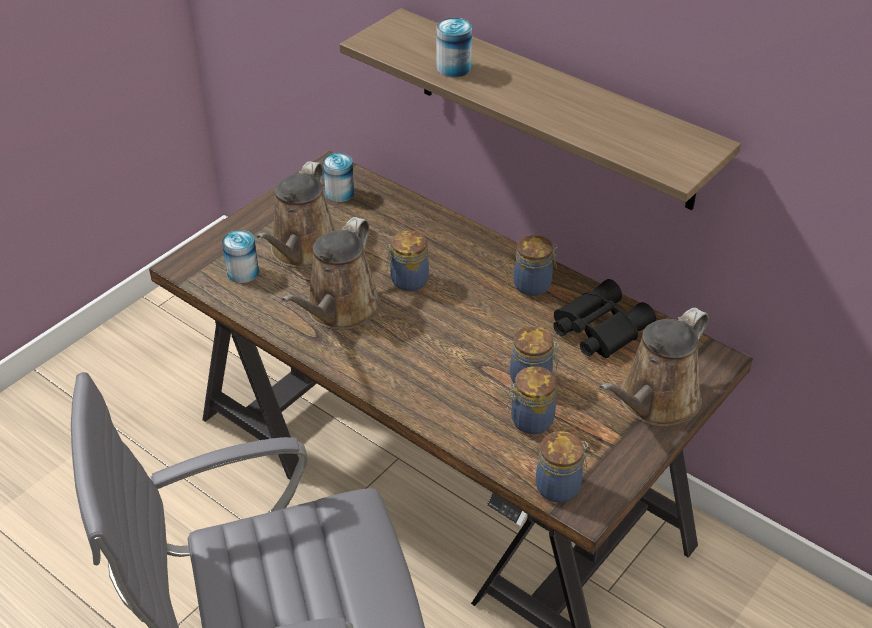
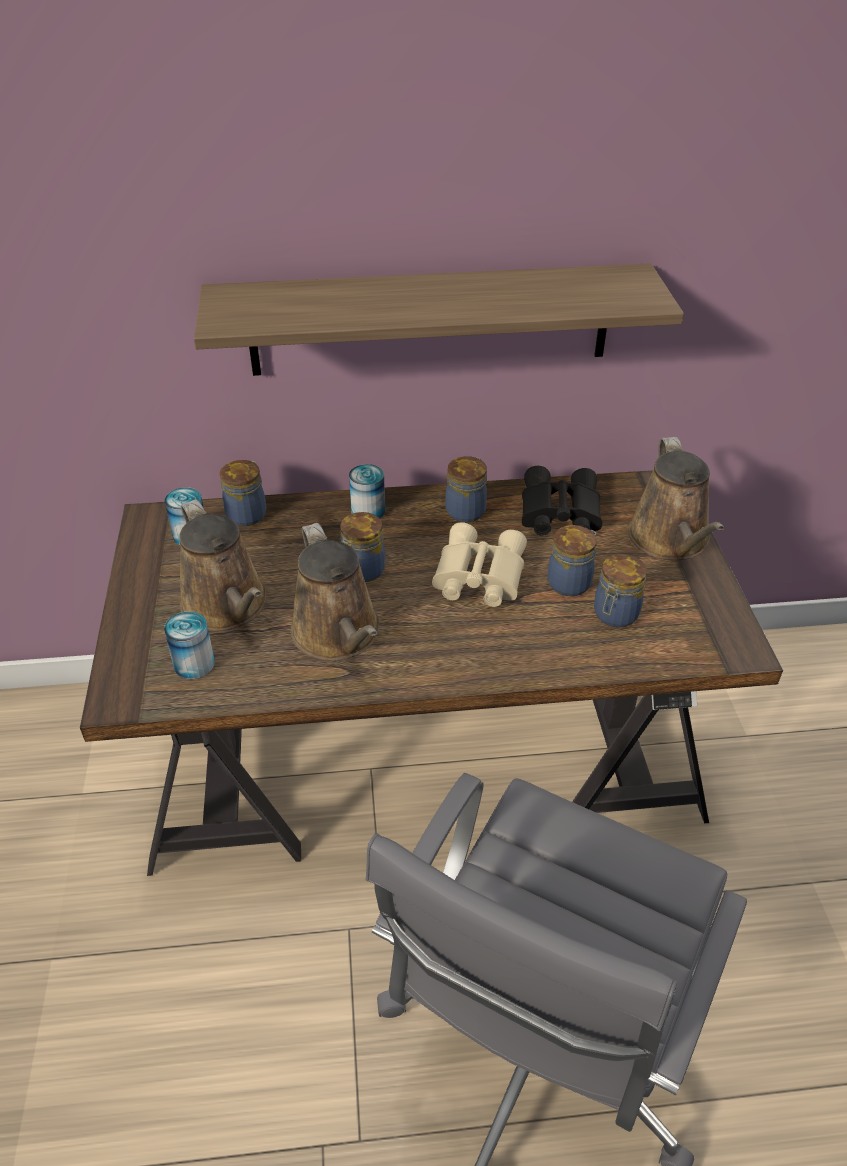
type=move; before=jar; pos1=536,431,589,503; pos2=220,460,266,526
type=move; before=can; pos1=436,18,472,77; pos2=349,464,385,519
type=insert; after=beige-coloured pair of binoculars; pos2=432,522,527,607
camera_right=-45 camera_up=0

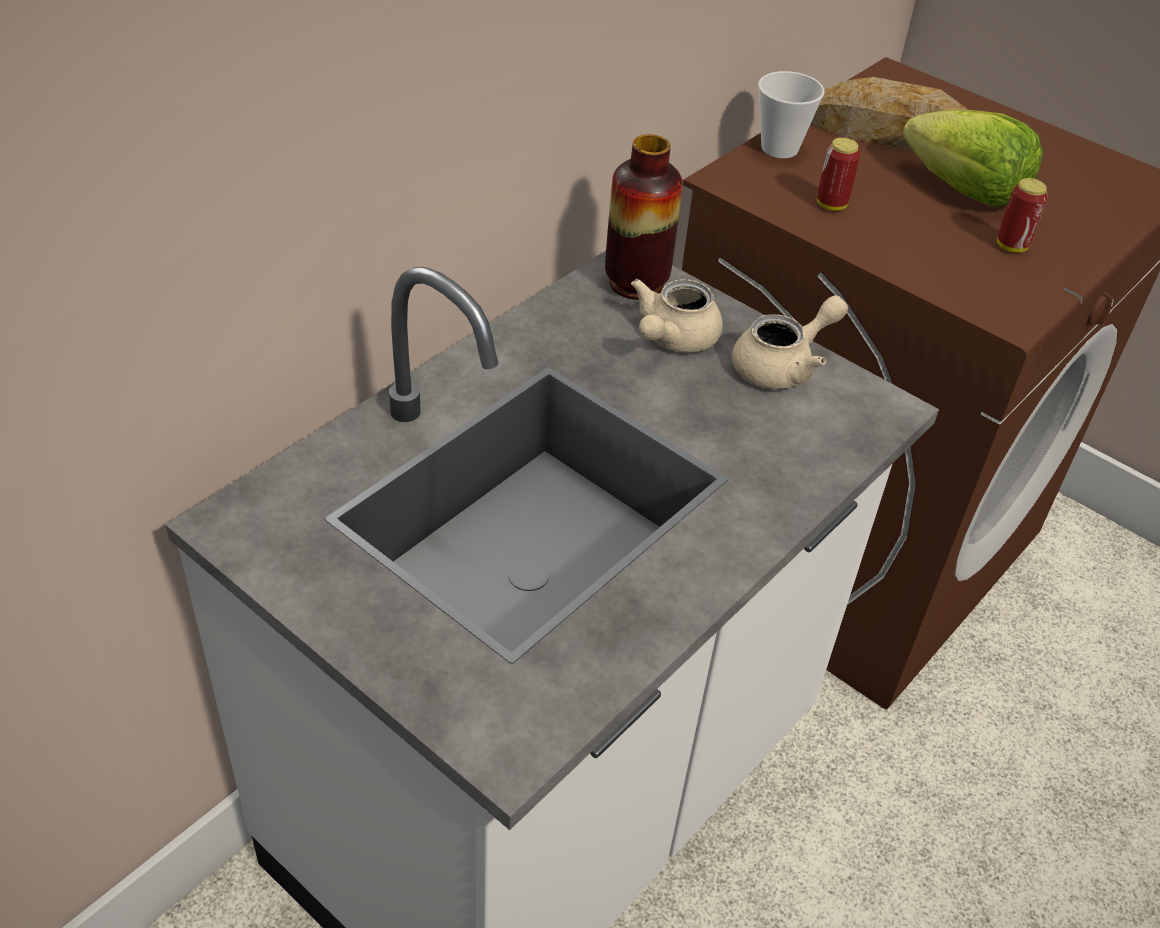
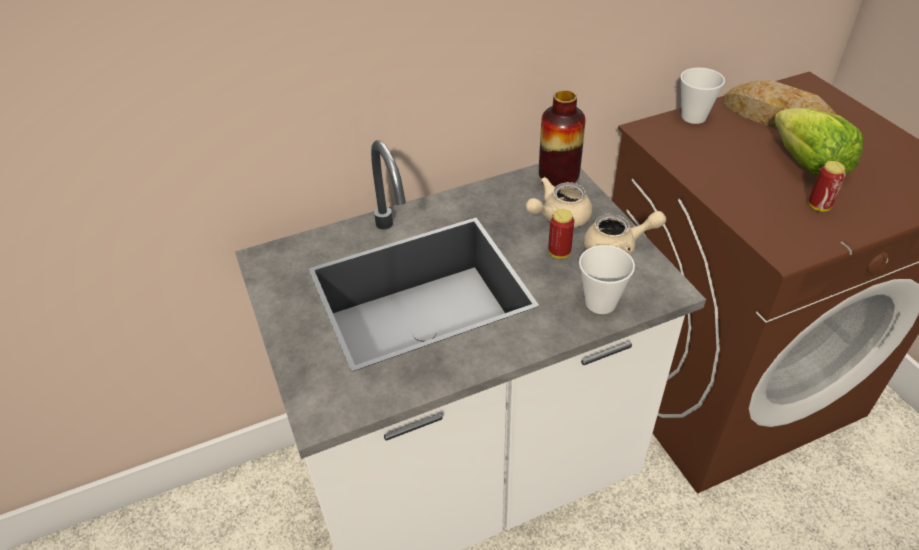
type=move; before=can; pos1=817,137,860,211; pos2=548,209,574,259
type=insert; after=drinking cup; pos2=579,245,635,314
camera_right=30 camera_up=0

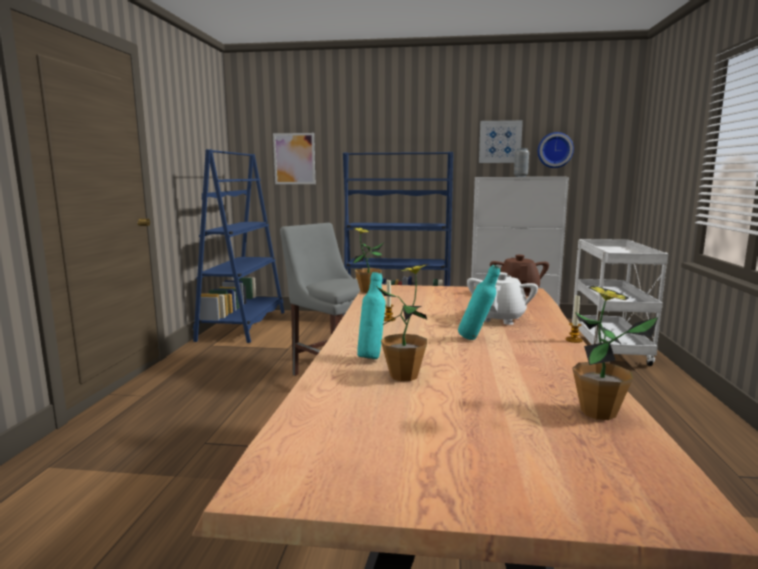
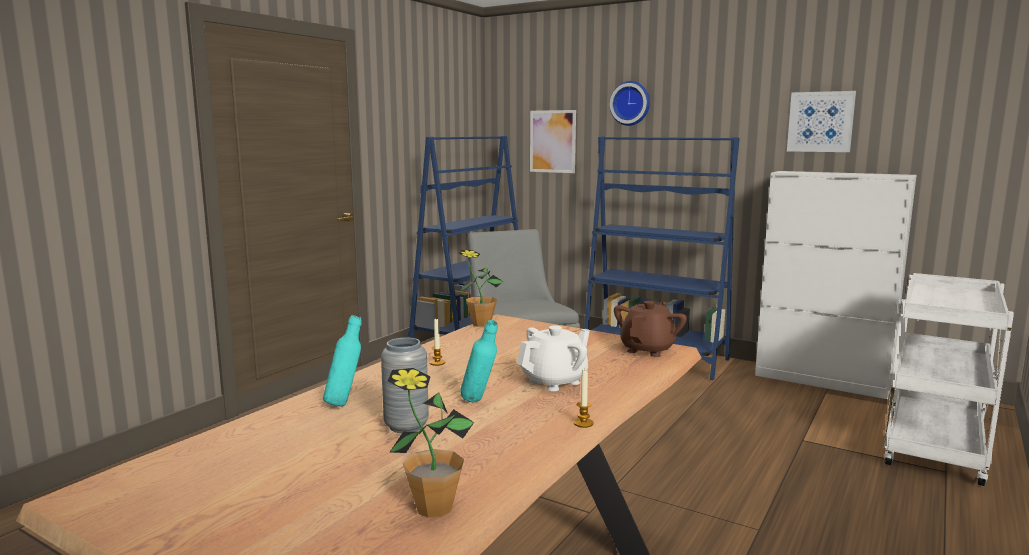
type=move; before=grey decorative vase; pos1=514,148,529,177; pos2=381,338,429,433
type=move; before=clock on the wall; pos1=538,132,574,168; pos2=609,81,650,126
type=delete; before=plant in a pot; pos1=375,264,430,382
camera_right=25 camera_up=0

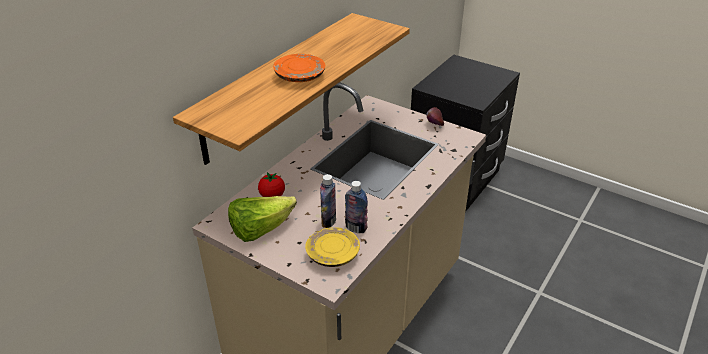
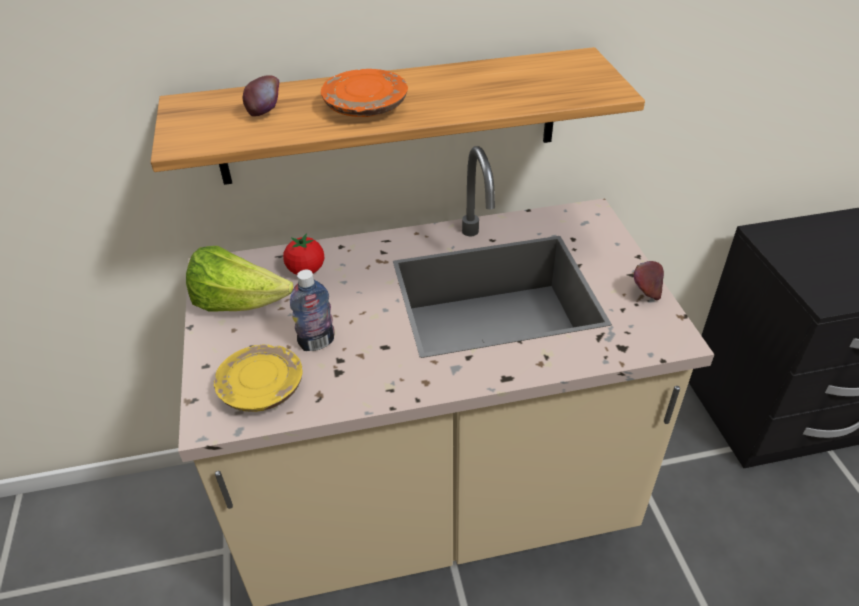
type=insert; after=whole apple; pos2=242,75,279,116
type=delete; before=bottle; pos1=345,181,368,233
camera_right=45 camera_up=5

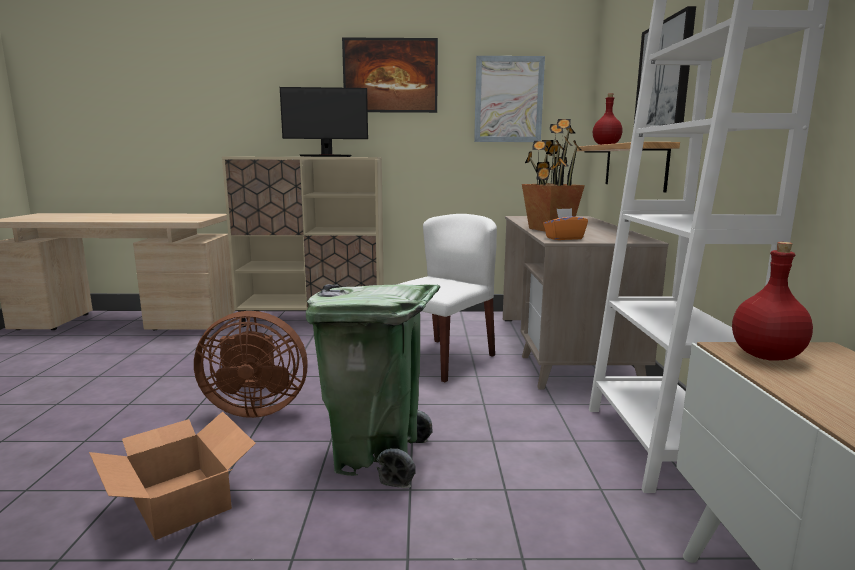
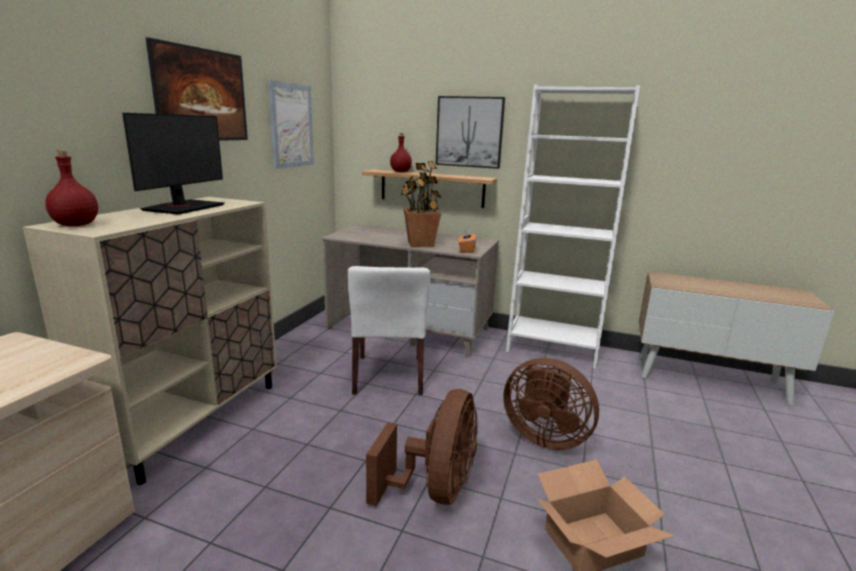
type=move; before=red-coloured bottle; pos1=732,242,813,361; pos2=45,150,98,226
type=rotate; before=white-coloured chair; pos1=396,214,497,382; pos2=348,266,430,395; turn=-150
type=replace; before=greenish trash can; after=brown-coloured fan; pos1=306,284,440,488; pos2=503,358,599,450
camera_right=-70 camera_up=5

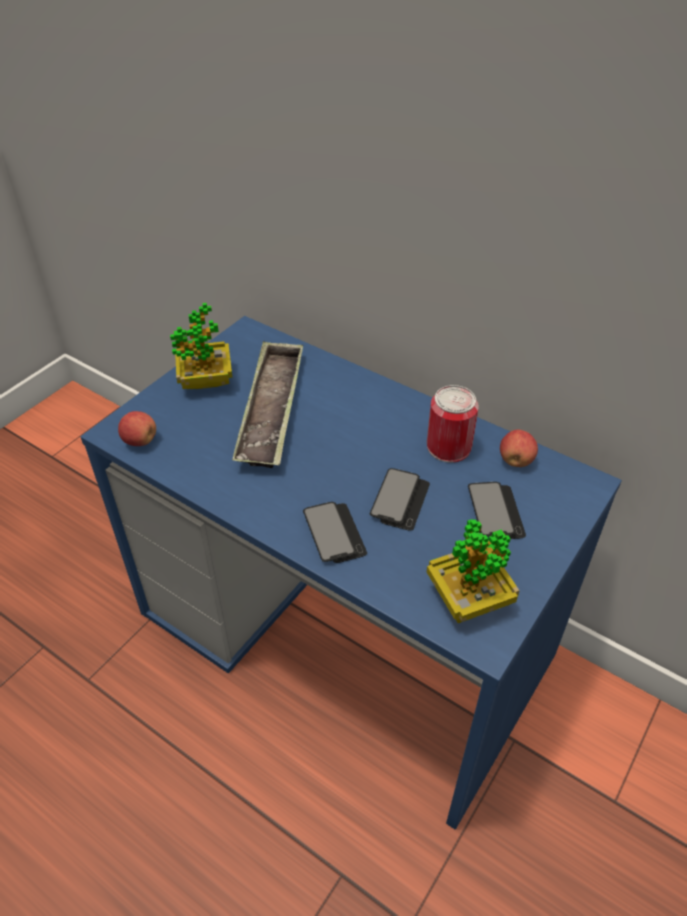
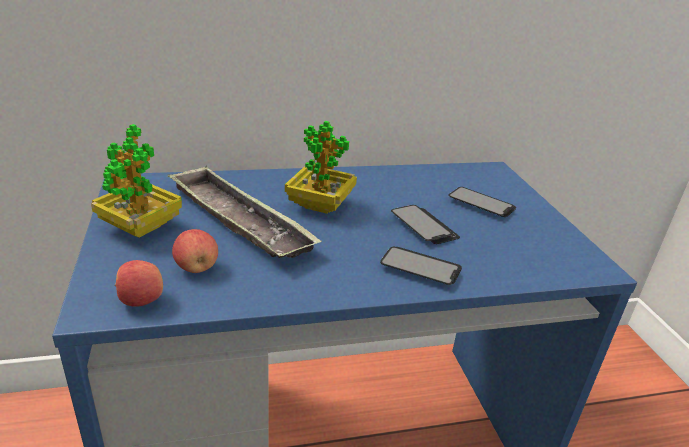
type=move; before=whole apple; pos1=500,430,538,467; pos2=172,229,218,273
type=move; before=plant in a pot; pos1=427,519,520,623; pos2=285,121,357,214
type=delete; before=can; pos1=427,385,479,463
camera_right=-50 camera_up=-15

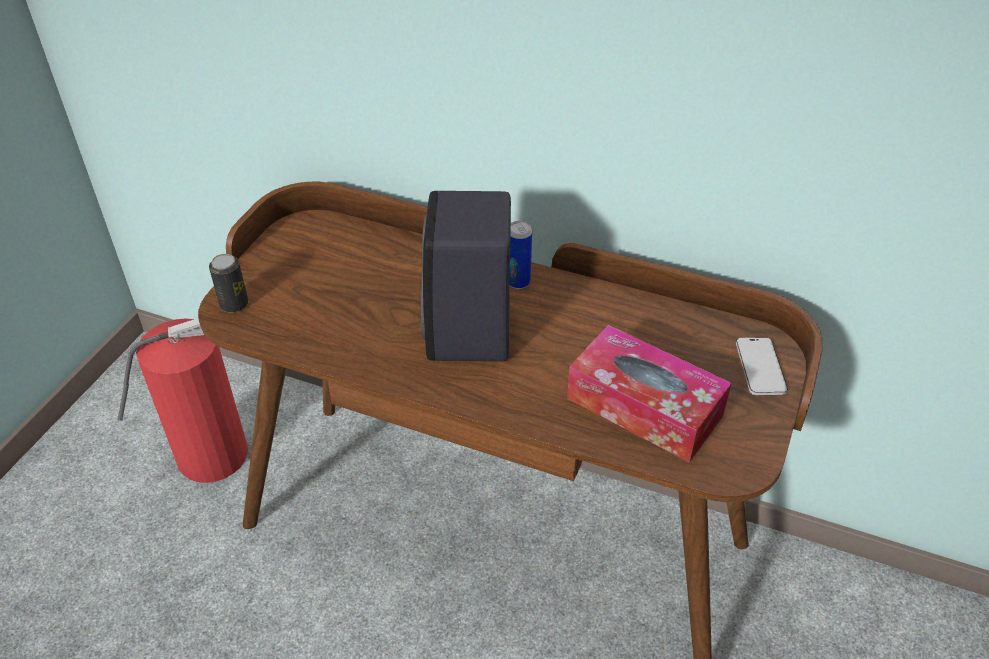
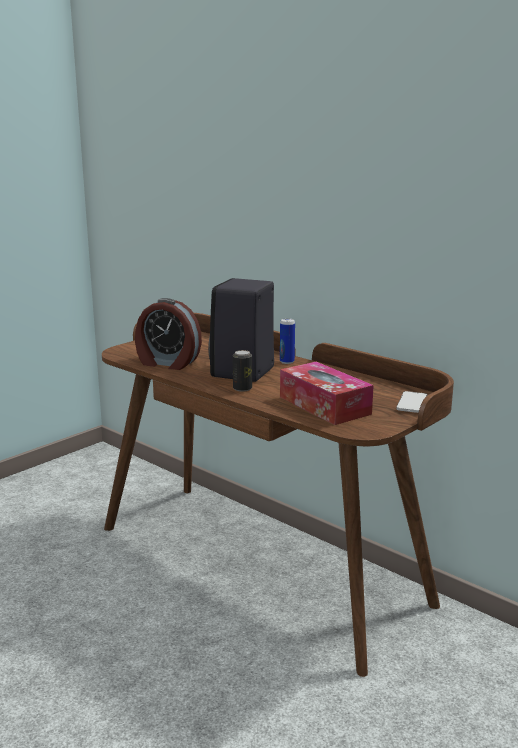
type=insert; after=bedside clock; pos2=135,298,202,370
type=move; before=can; pos1=209,254,248,313; pos2=233,350,252,392
type=delete; before=fire-fighting cylinder; pos1=118,318,248,483
camera_right=20 camera_up=-25

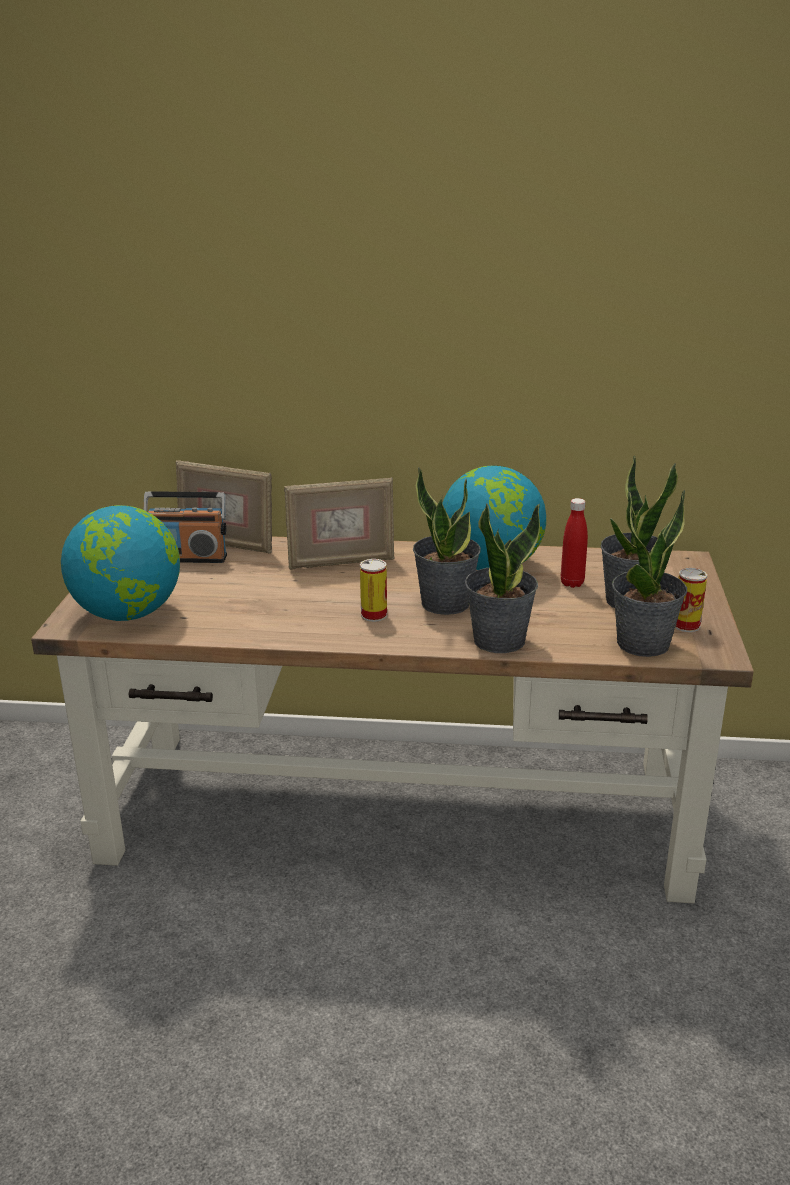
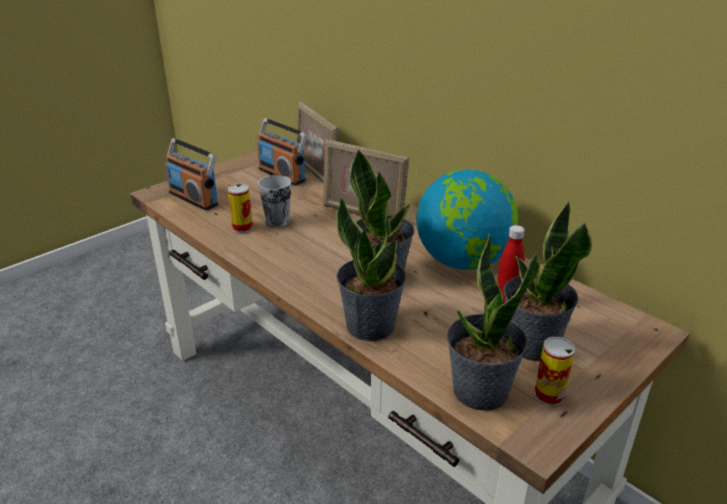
type=replace; before=desk globe; after=radio; pos1=61,505,180,621; pos2=165,138,218,210
type=move; before=can; pos1=360,559,387,622; pos2=228,183,253,233
type=insert; after=drinking cup; pos2=258,175,291,227
camera_right=40 camera_up=5

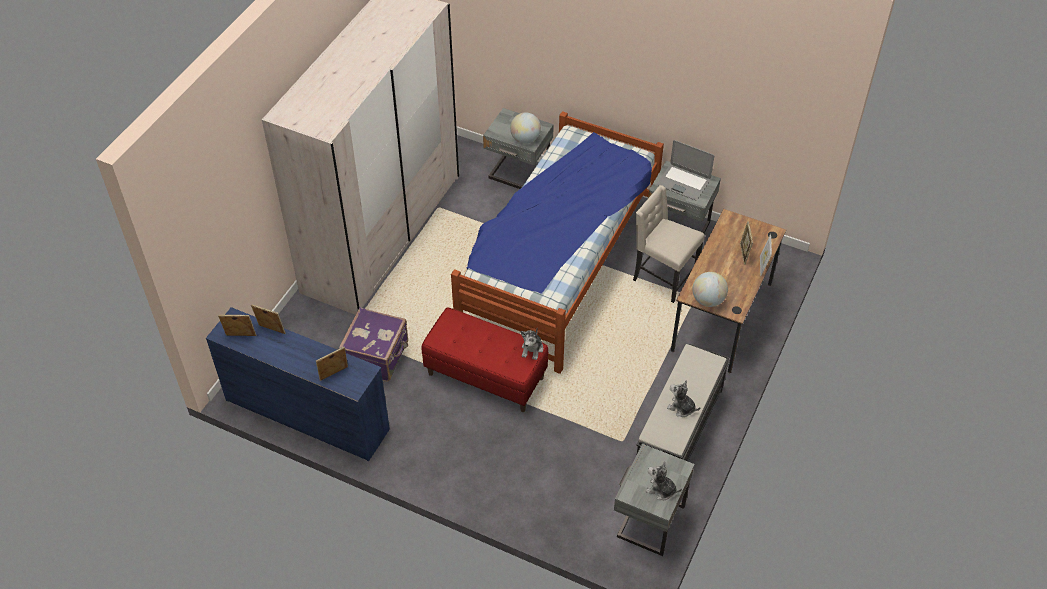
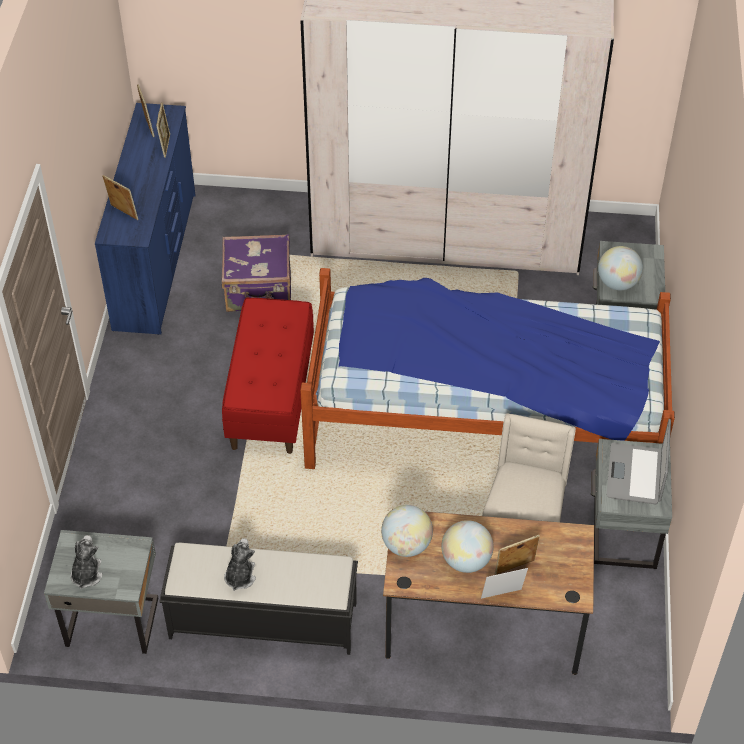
type=insert; after=desk globe; pos2=441,520,494,573
type=delete; before=cuddly toy; pos1=521,329,543,360
camera_right=70 camera_up=0

